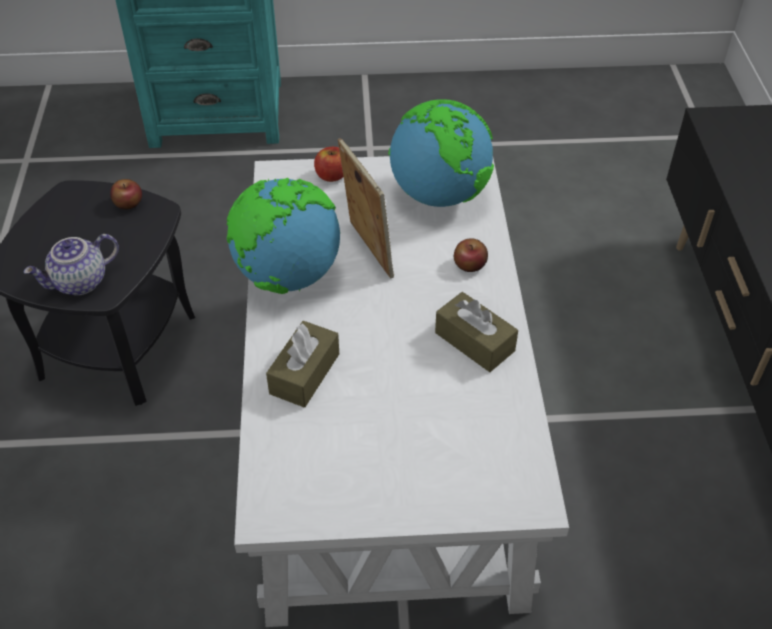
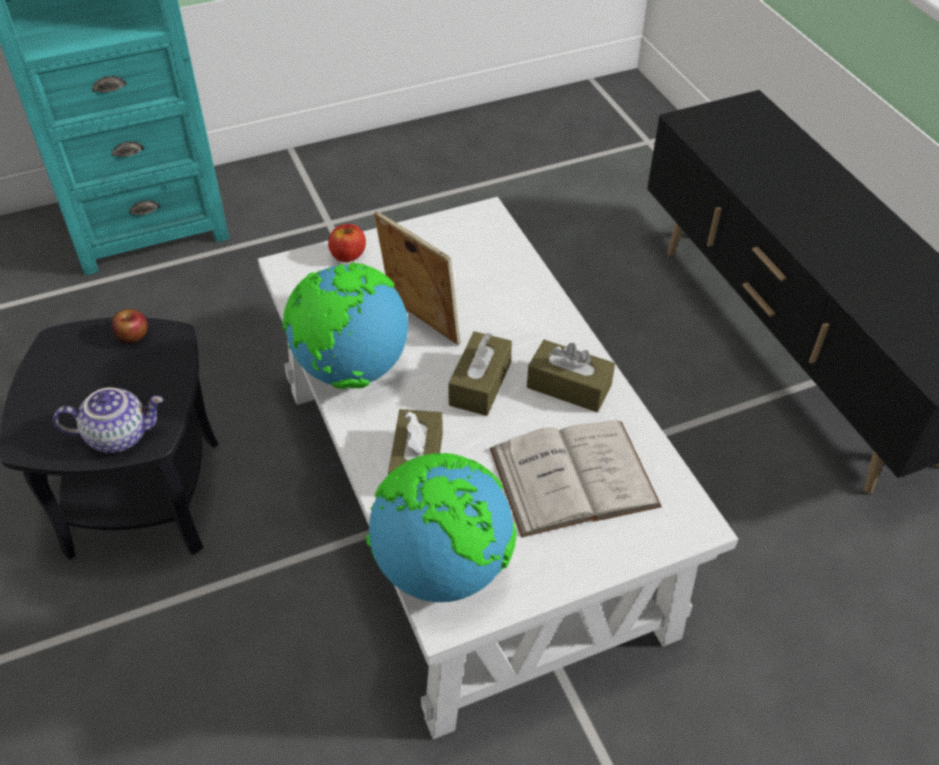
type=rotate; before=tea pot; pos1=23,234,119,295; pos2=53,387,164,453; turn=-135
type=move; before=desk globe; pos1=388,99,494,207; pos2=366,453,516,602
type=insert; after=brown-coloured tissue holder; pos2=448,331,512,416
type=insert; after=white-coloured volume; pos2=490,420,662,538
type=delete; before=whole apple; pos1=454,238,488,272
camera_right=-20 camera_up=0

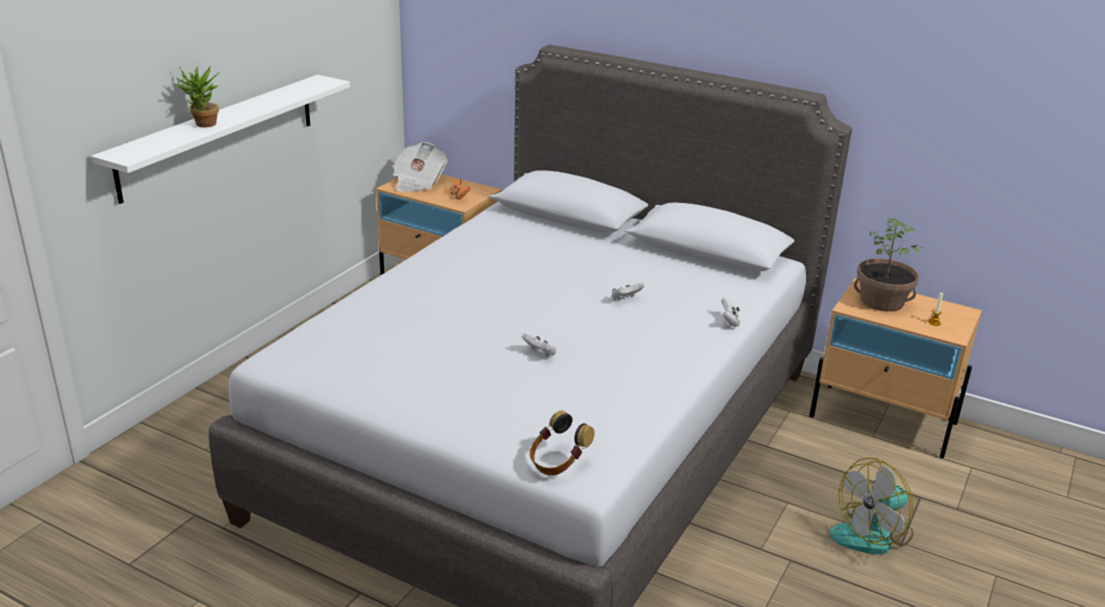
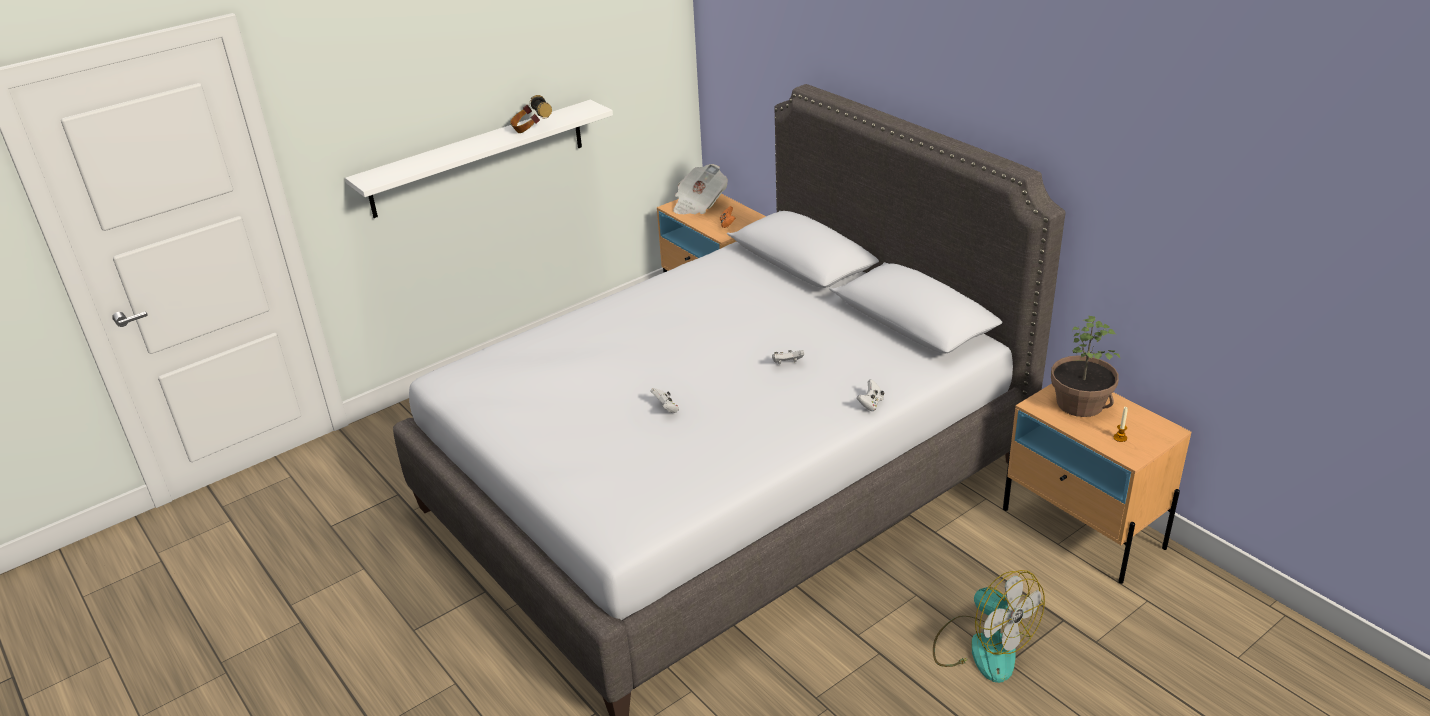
type=move; before=headset; pos1=530,410,595,475; pos2=510,95,552,133
type=rotate; before=fan; pos1=829,457,914,554; pos2=933,570,1045,683; turn=-120
type=delete; before=plant in a pot; pos1=173,65,220,127
camera_right=25 camera_up=5

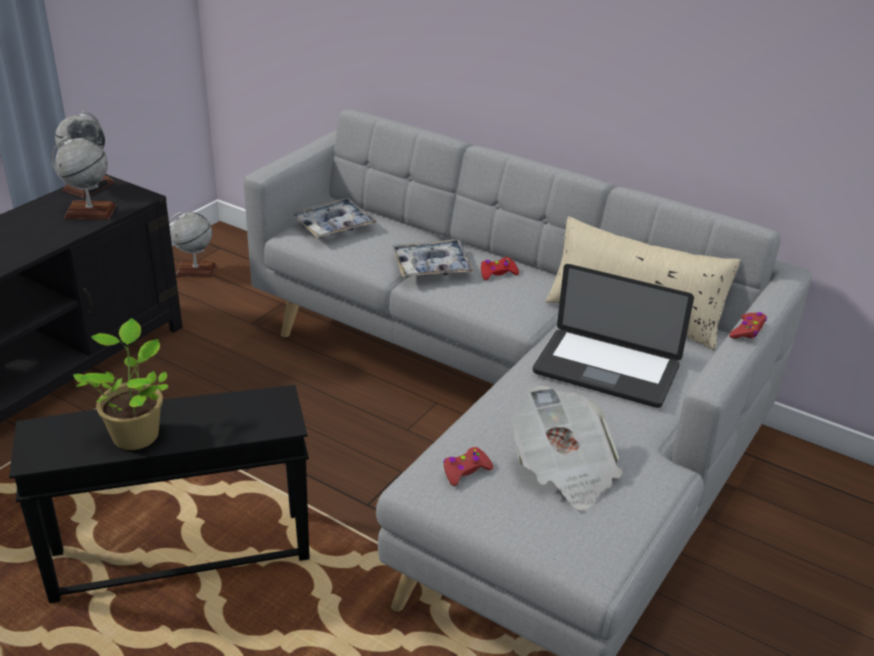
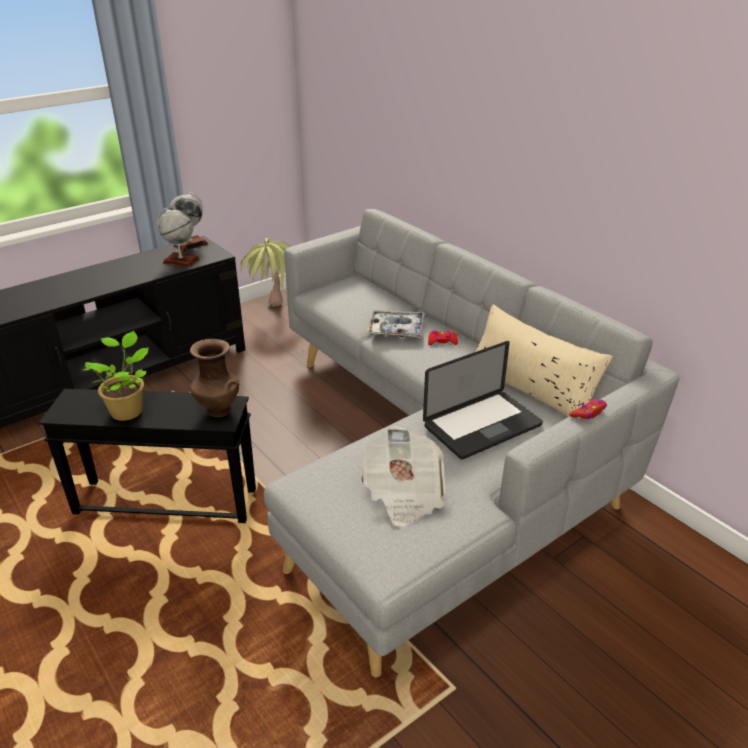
type=insert; after=brown-coloured decorative vase; pos2=190,339,239,417
type=replace; before=desk globe; after=plant in a pot; pos1=169,212,216,277; pos2=240,238,291,307
type=rotate; before=portable computer; pos1=533,264,694,408; pos2=423,341,543,459; turn=-75
type=delete; before=carrying tray; pos1=291,198,377,238
type=delete; before=red-coloured game controller; pos1=443,447,493,486
camera_right=20 camera_up=0

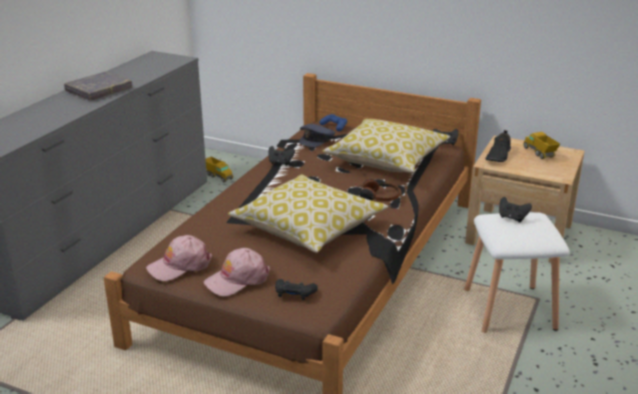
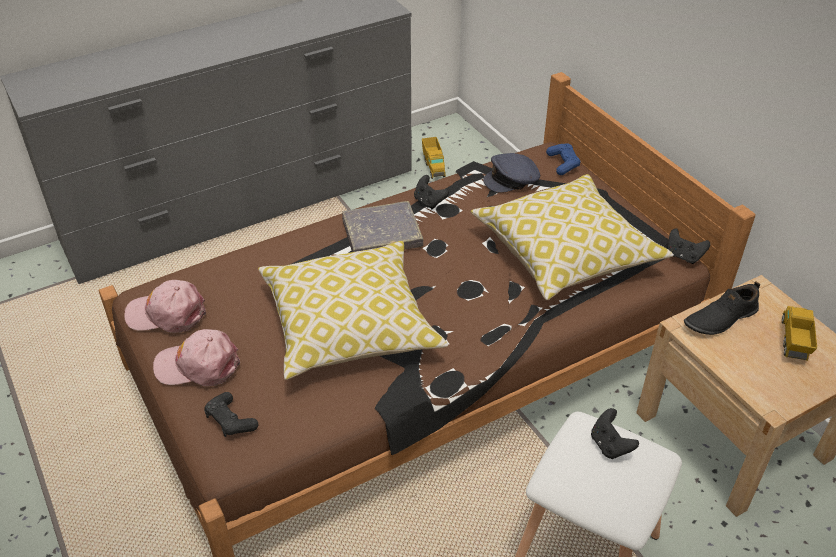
type=move; before=grey volume; pos1=64,71,132,100; pos2=342,201,423,252
type=delete; before=headset; pos1=357,179,400,201
camera_right=35 camera_up=15

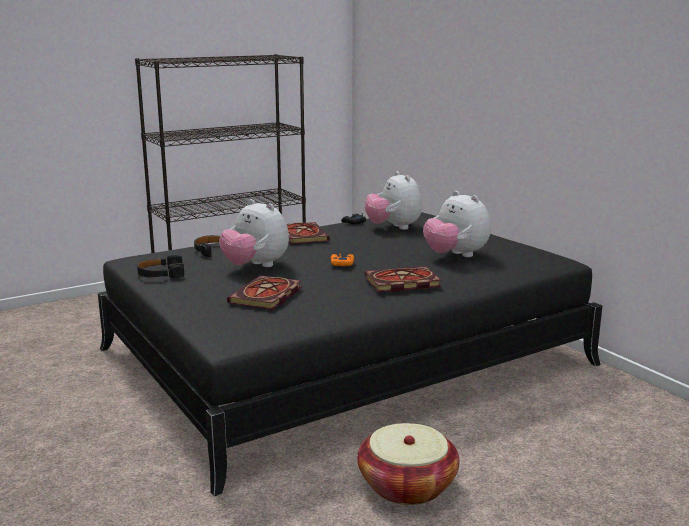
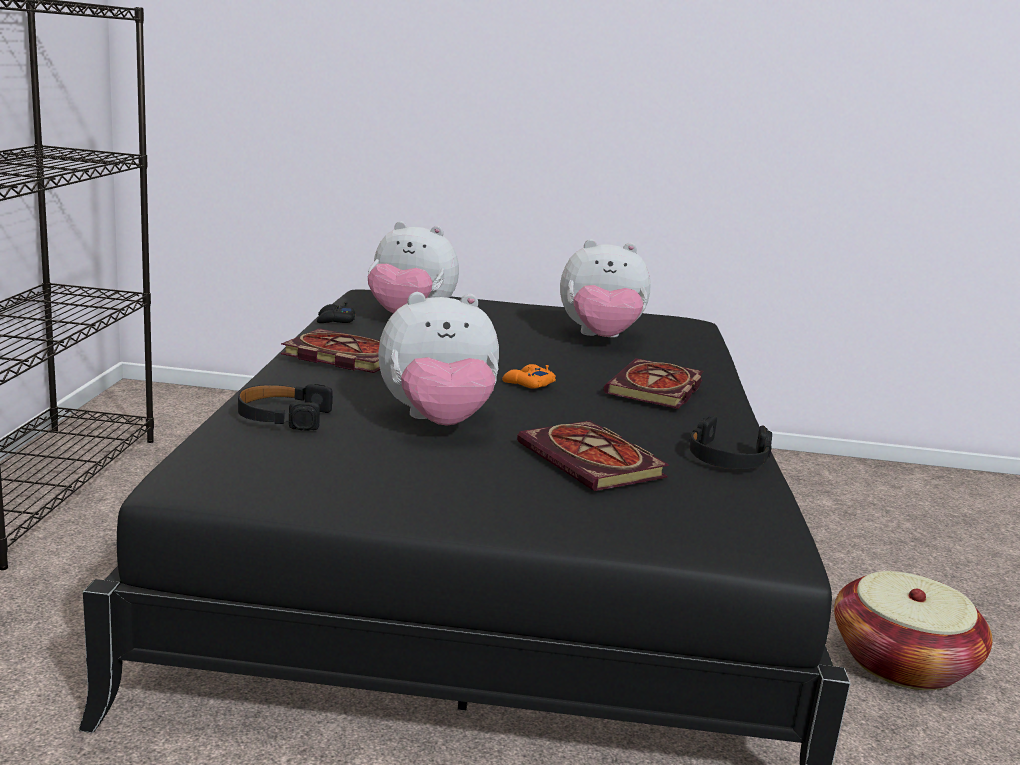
type=move; before=black headset; pos1=137,255,184,278; pos2=689,416,772,469
camera_right=-55 camera_up=0

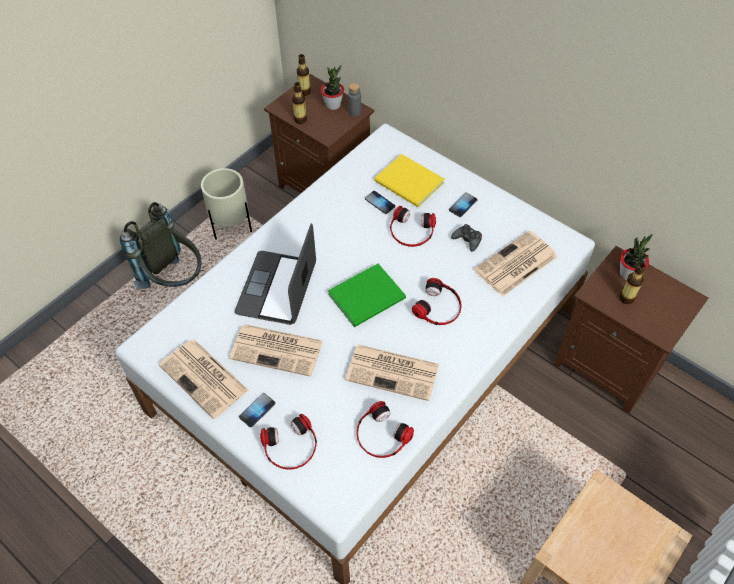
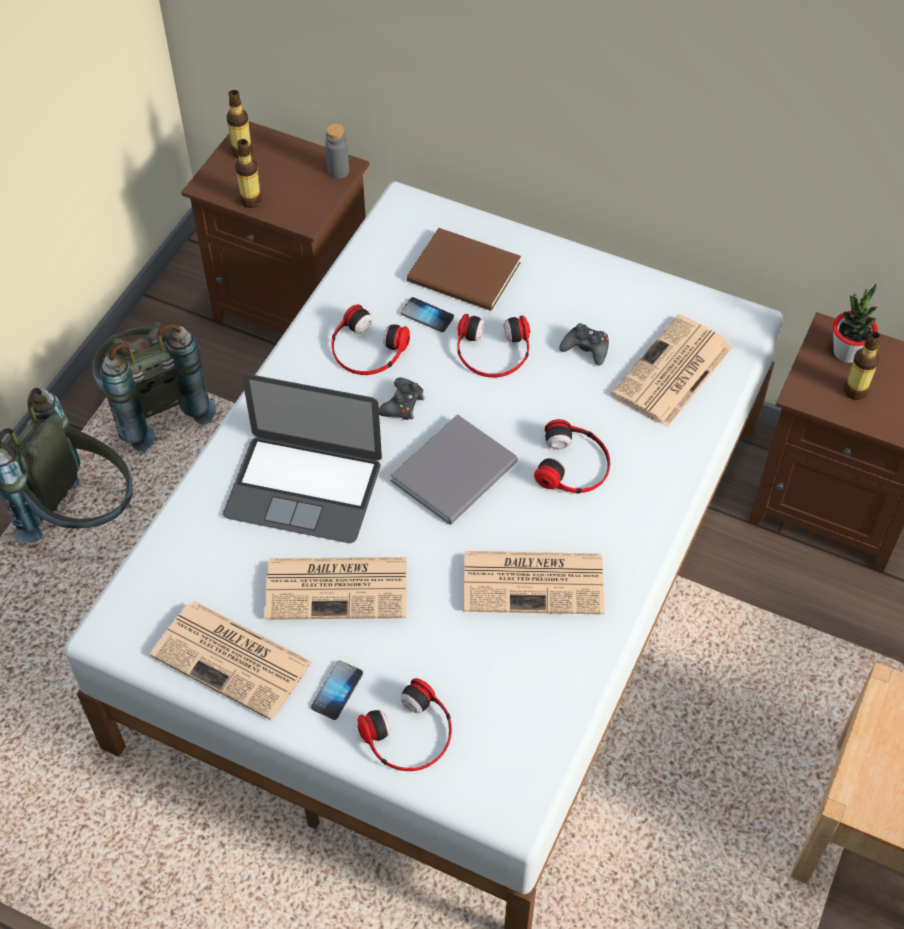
type=replace; before=beige-coloured planter; after=grey rucksack; pos1=201,168,252,240; pos2=92,322,216,452
type=rotate; before=portable computer; pos1=235,223,316,325; pos2=223,374,382,543; turn=-75
type=move; before=headset; pos1=356,401,414,458; pos2=331,304,410,375
type=insert; after=black game controller; pos2=379,378,425,420
type=recolor; before=greenish volume; after=grey volume; pos1=328,264,406,327; pos2=390,414,518,525
type=recolor; before=yellowish volume; after=brown-coloured volume; pos1=374,154,444,207; pos2=407,228,521,311
type=delete; before=plant in a pot; pos1=321,65,344,110
type=delete; before=handset; pos1=449,193,477,217
camera_right=-15 camera_up=0

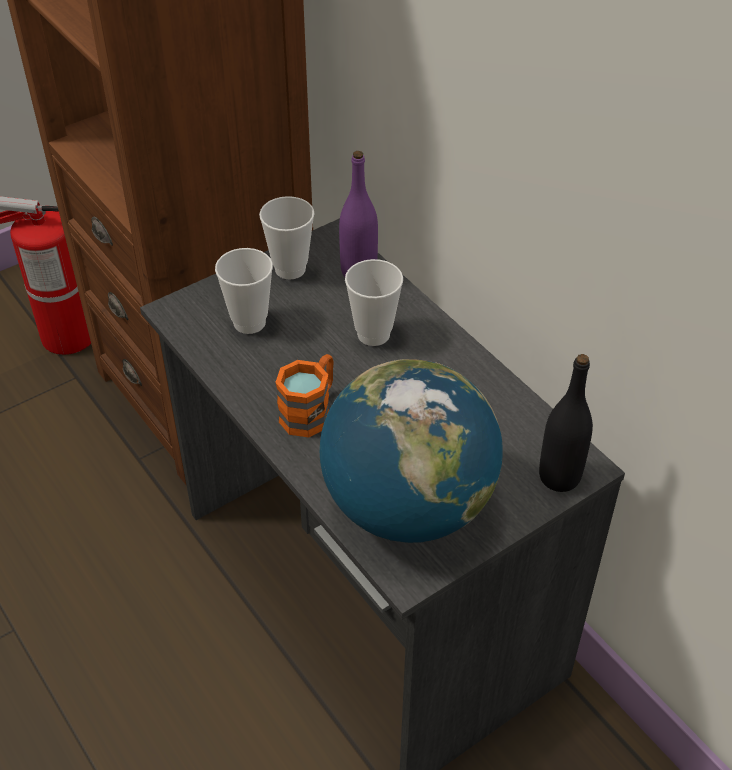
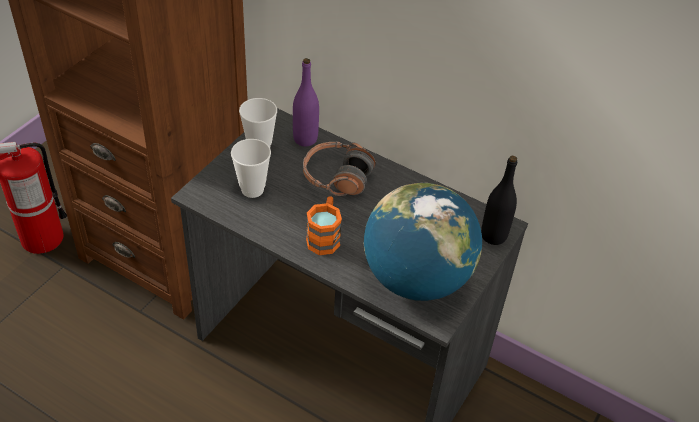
type=replace; before=drinking cup; after=headset; pos1=345,259,403,346; pos2=303,142,376,196
camera_right=-25 camera_up=0

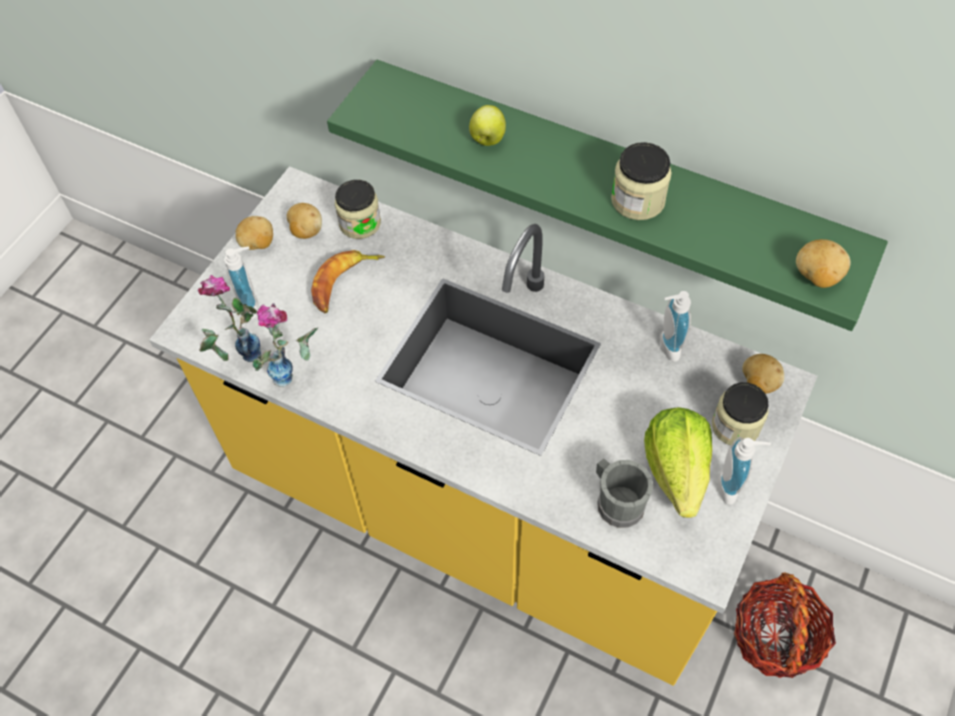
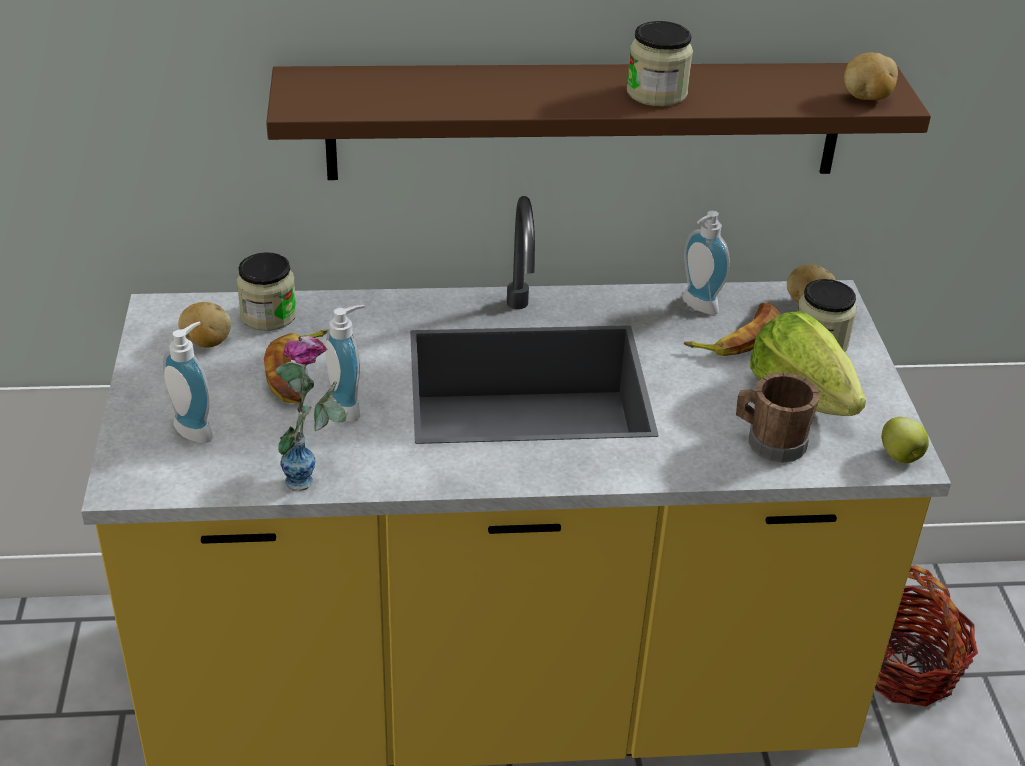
type=recolor; before=greenish bracket shelf; after=brown-coloured bracket shelf; pos1=327,60,888,331; pos2=266,63,931,180
type=move; before=soap dispenser; pos1=718,437,771,505; pos2=325,305,365,422
type=insert; after=whole banana; pos2=684,303,780,356
type=recolor; before=grey coffee mug; after=brown-coloured coffee mug; pos1=596,459,653,528; pos2=736,373,819,463
type=move; before=whole apple; pos1=469,105,506,146; pos2=882,417,929,463
type=delete; before=decorative vase; pos1=198,275,261,362
type=delete; before=whole potato; pos1=236,216,273,250
camera_right=-35 camera_up=-20

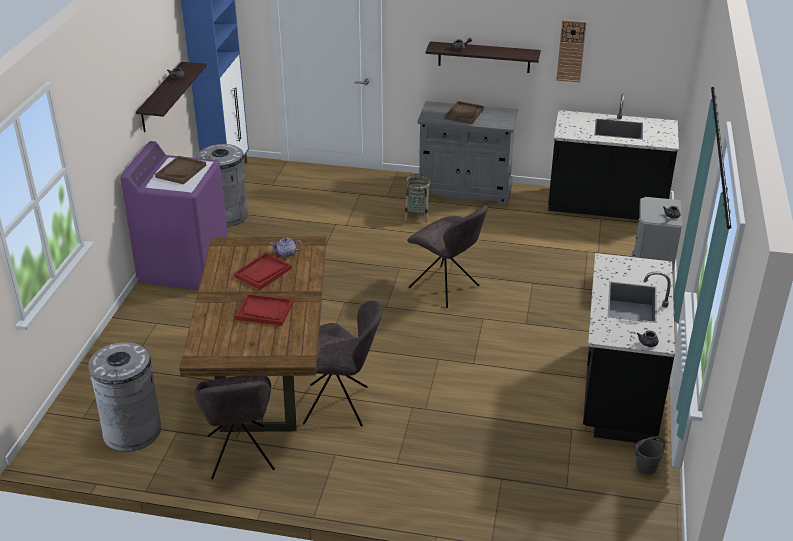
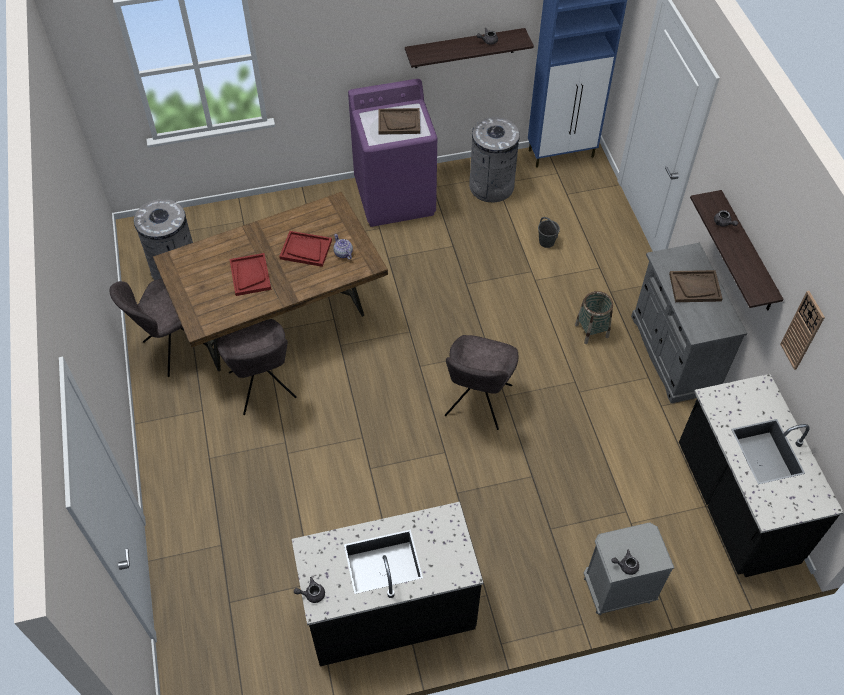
type=move; before=grey pail; pos1=635,436,665,475; pos2=538,217,560,248
camera_right=65 camera_up=20

